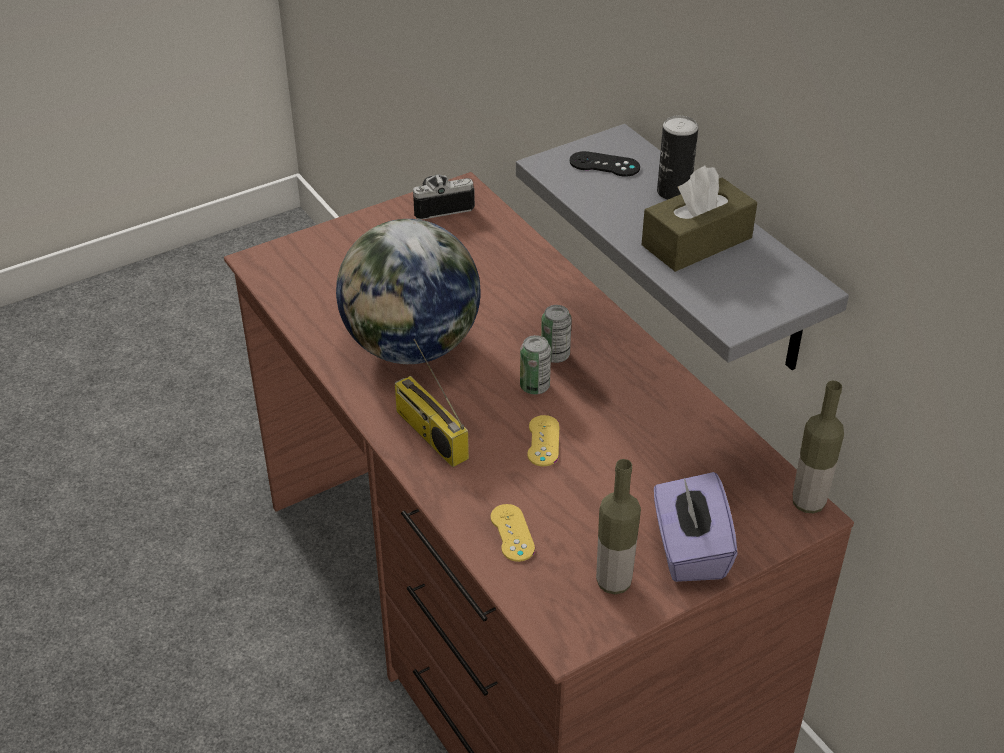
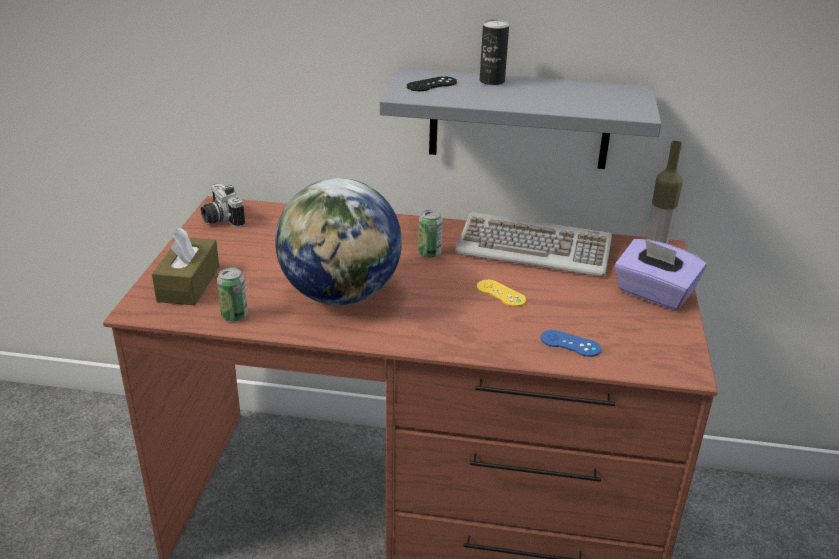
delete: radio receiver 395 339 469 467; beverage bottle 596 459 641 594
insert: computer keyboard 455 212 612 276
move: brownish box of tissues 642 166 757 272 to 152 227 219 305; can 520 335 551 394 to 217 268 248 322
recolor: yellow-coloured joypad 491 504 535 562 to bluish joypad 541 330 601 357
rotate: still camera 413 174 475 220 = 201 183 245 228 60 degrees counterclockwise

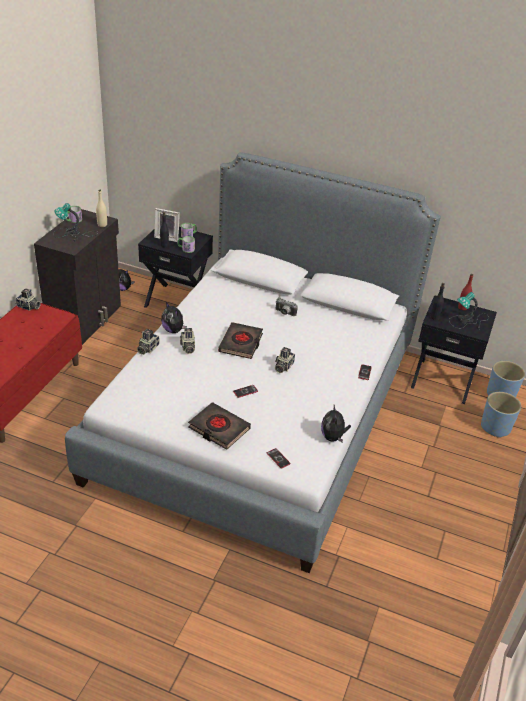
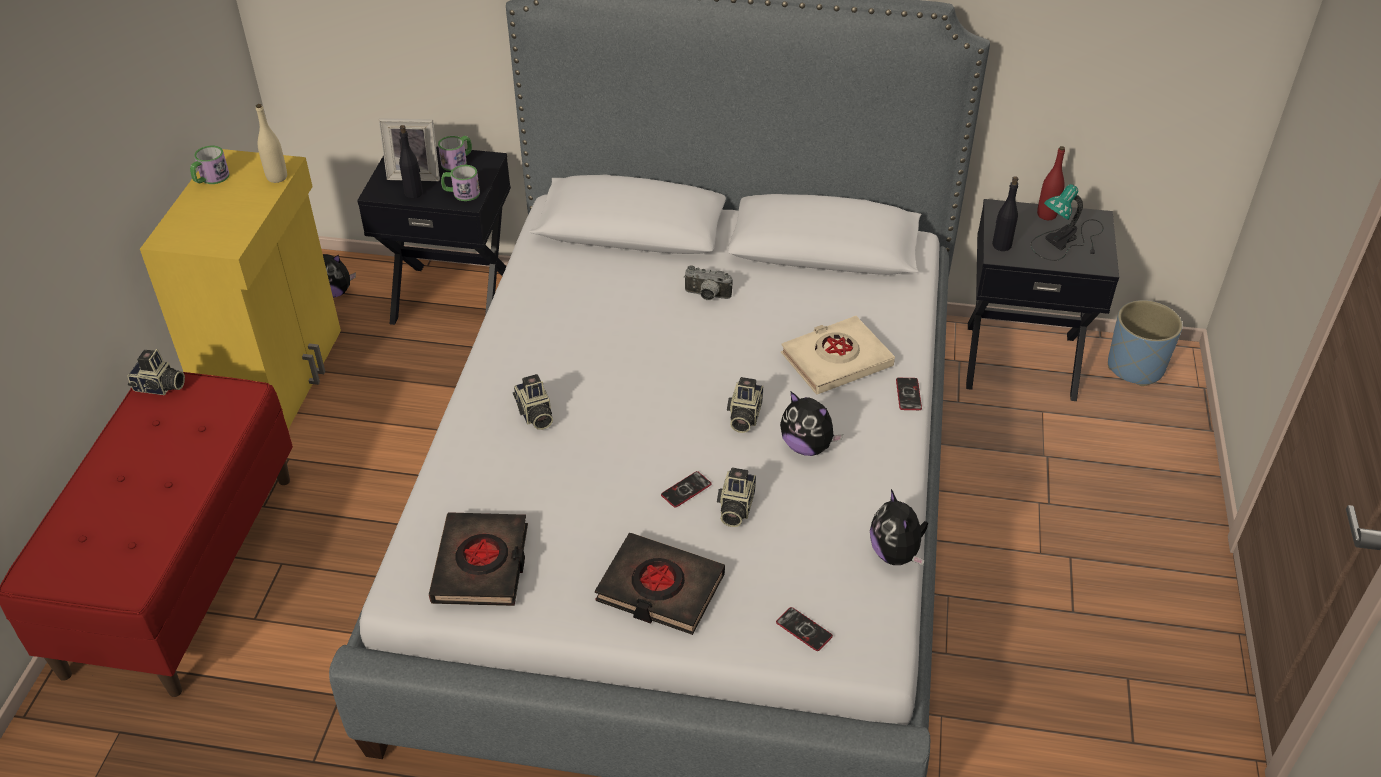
delete: lamp for a table 53 203 97 242; bluish planter 481 392 521 438
insert: beige-coloured bound book 781 316 895 394
move: cuddly toy 161 302 187 333 to 780 392 843 456; black bound book 218 322 263 359 to 429 512 528 606; still camera 137 329 159 355 to 717 467 756 527
recolor: black cupboard 34 209 121 345 to yellow-coloured cupboard 140 149 341 429

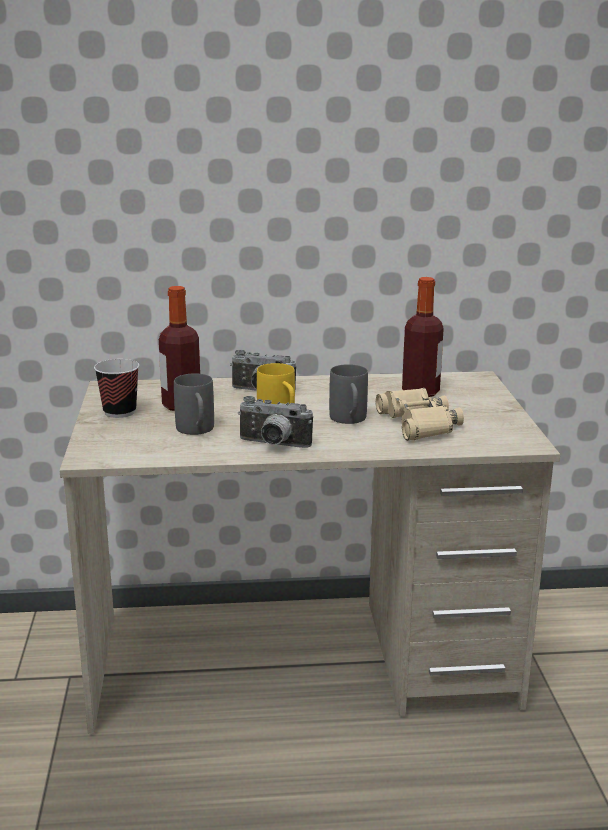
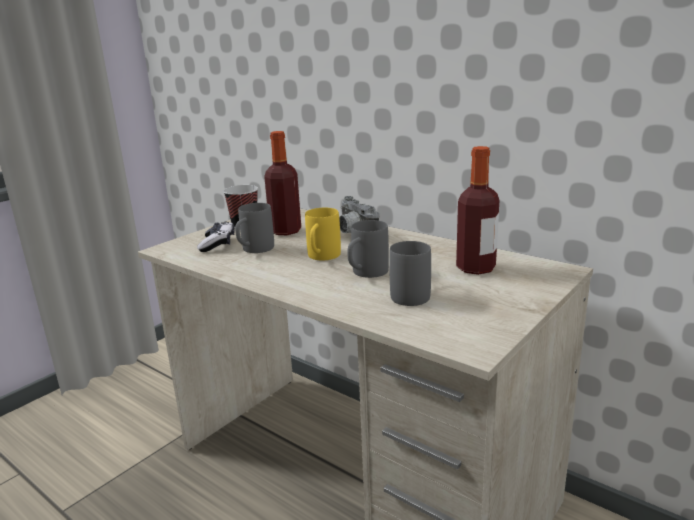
delete: still camera 238 396 313 448
insert: joypad 197 221 235 252
replace: beige-coloured binoculars 375 388 464 441 to greyish coffee mug 389 241 431 306

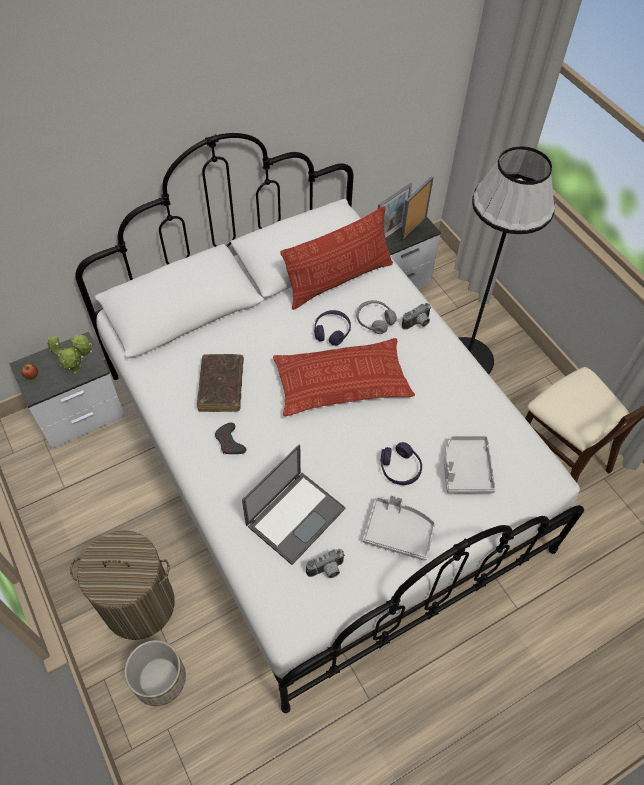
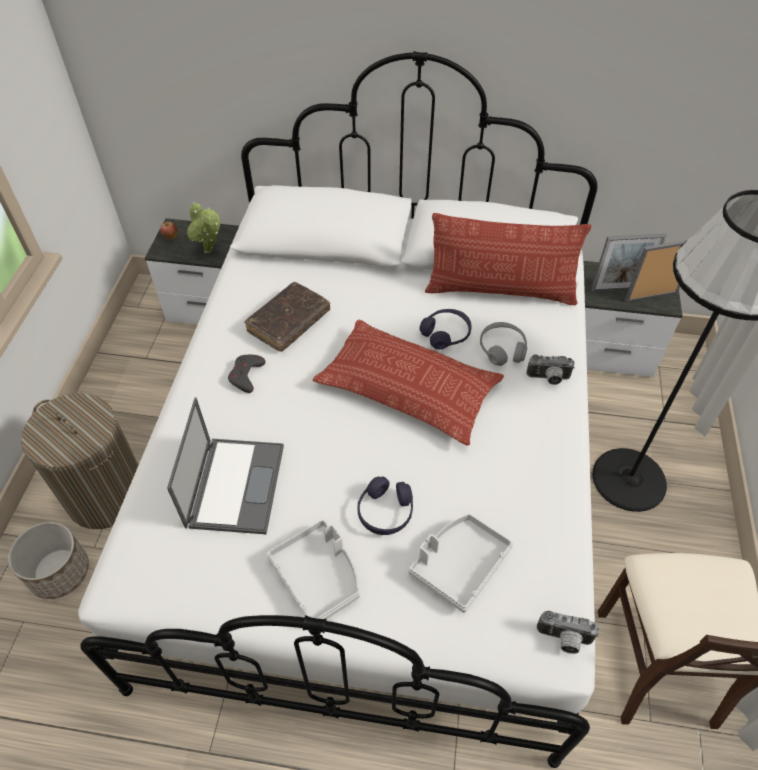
move: still camera 306 549 345 578 to 537 611 600 654
rotate: portable computer 242 444 346 565 = 167 397 284 534 75 degrees counterclockwise

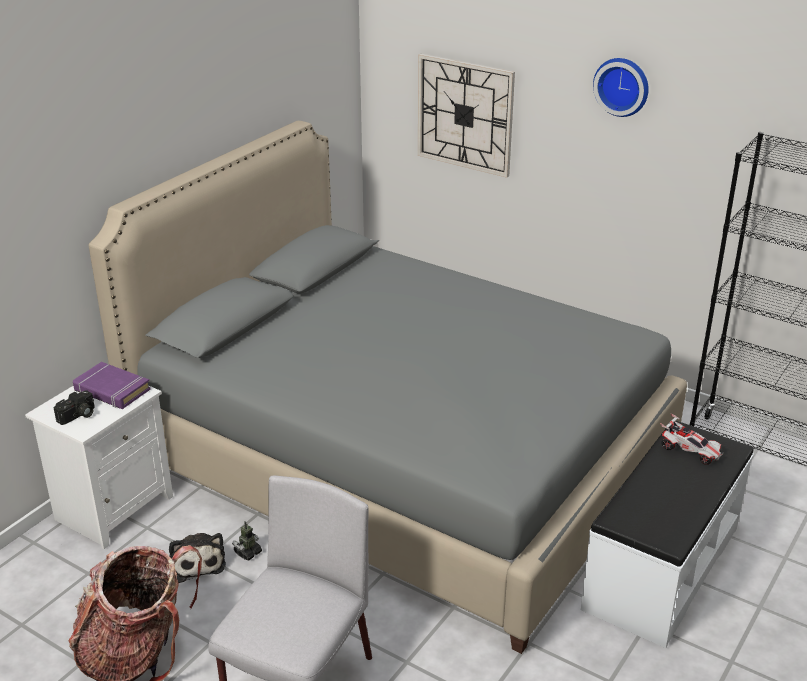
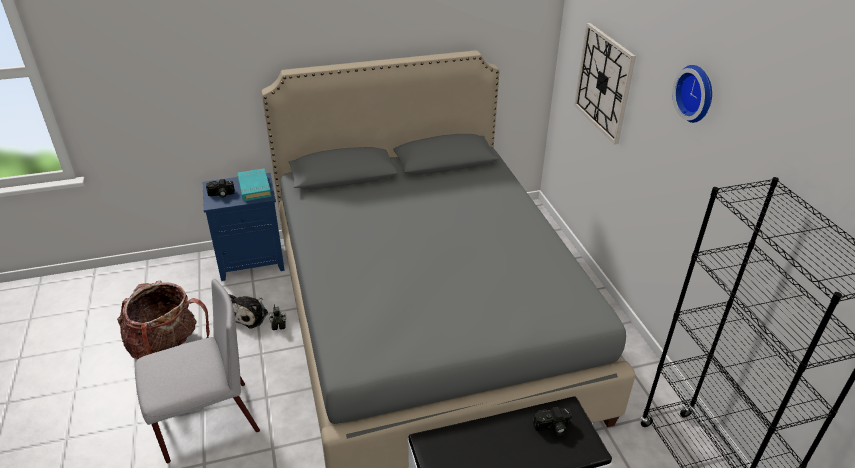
replace: model car 660 413 723 465 to still camera 533 407 572 436
recolor: purple bound book 73 362 151 409 to blue-green bound book 237 169 272 201; whitish nightstand 25 385 173 549 to bluish nightstand 203 173 285 281

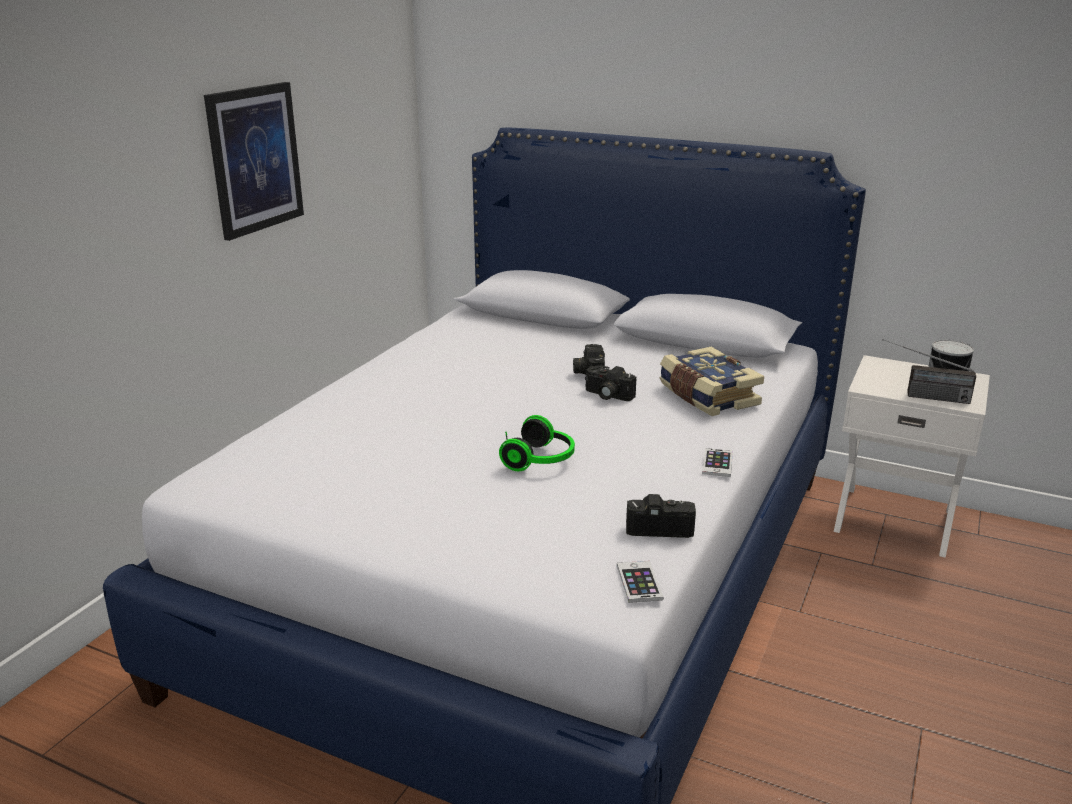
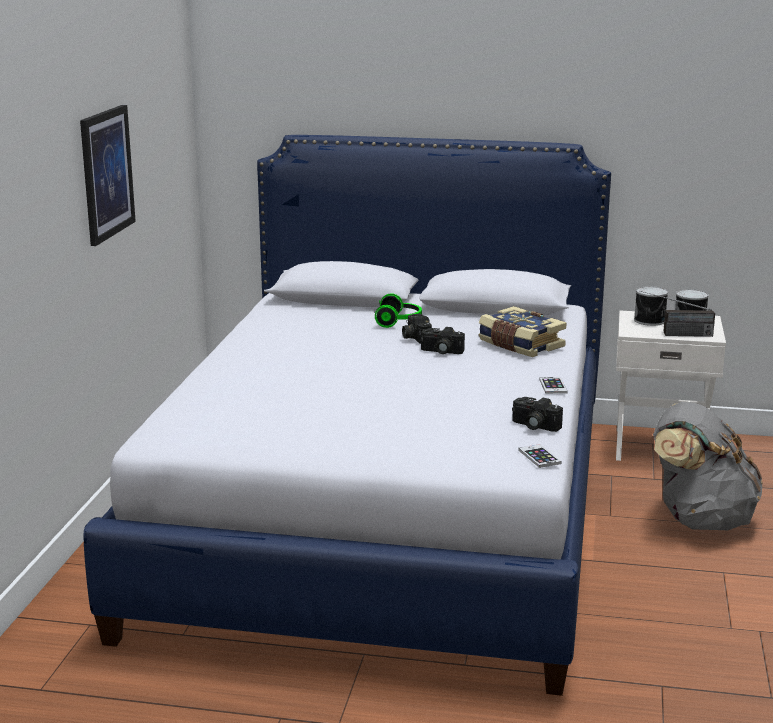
insert: can 634 286 668 326; greyish backpack 653 402 763 530
move: headset 499 415 575 471 to 375 293 422 328
rotate: still camera 626 494 696 538 = 512 397 563 432 135 degrees counterclockwise

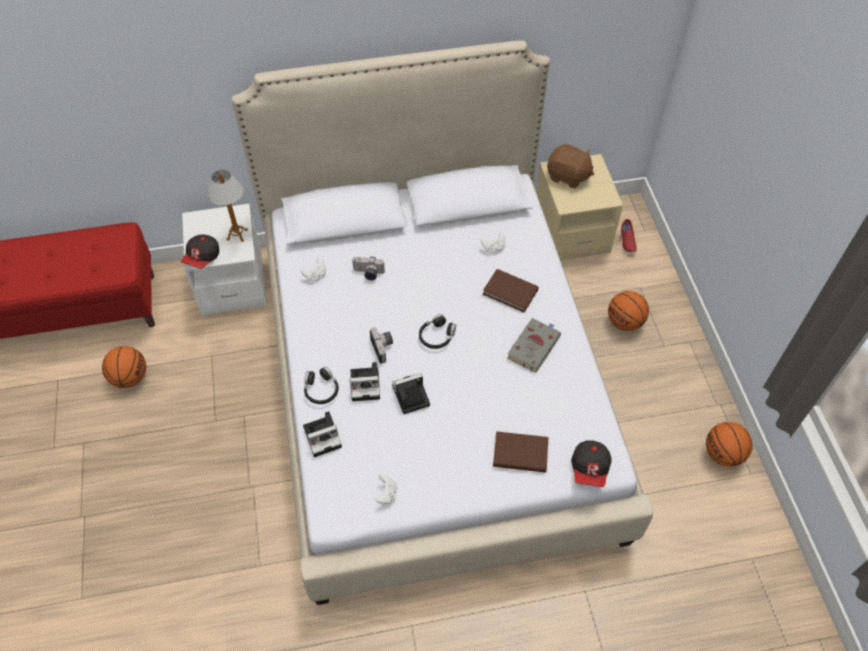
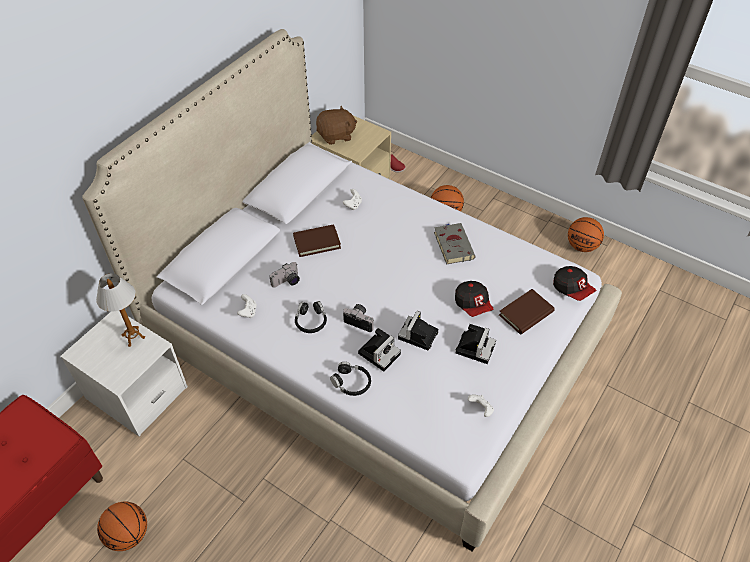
move: cap 181 235 219 269 to 455 281 494 317; brownish bound book 483 269 539 313 to 293 224 341 257; black headset 419 314 456 349 to 295 301 327 333; still camera 303 411 342 457 to 455 324 496 364

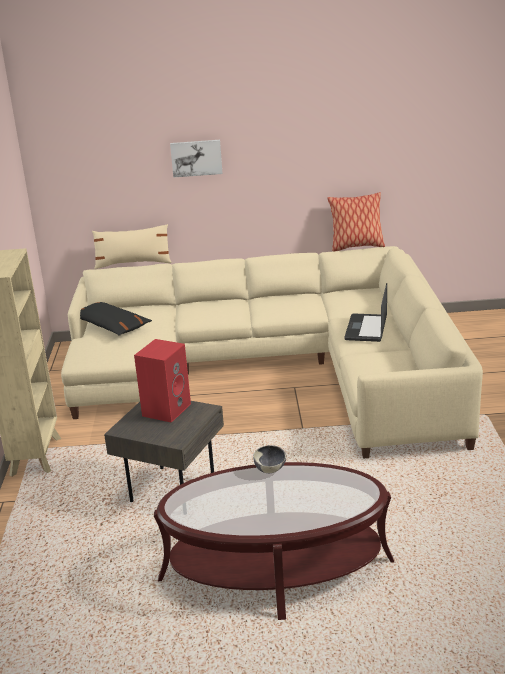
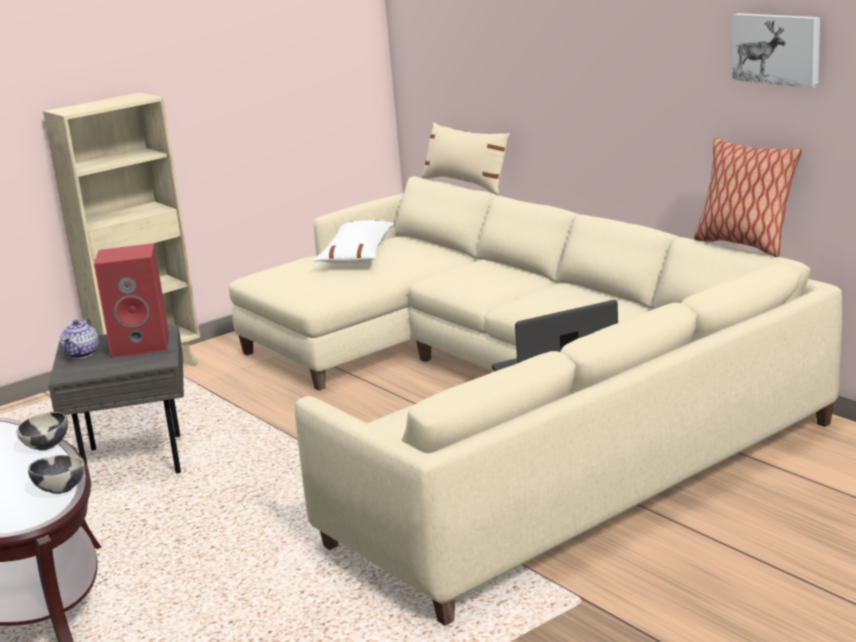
insert: pot for tea 60 318 99 359; deep dish 28 455 84 494
move: wall picture 170 140 223 178 to 732 13 820 88
recolor: black throw pillow 80 302 152 336 to whitish throw pillow 314 220 394 264

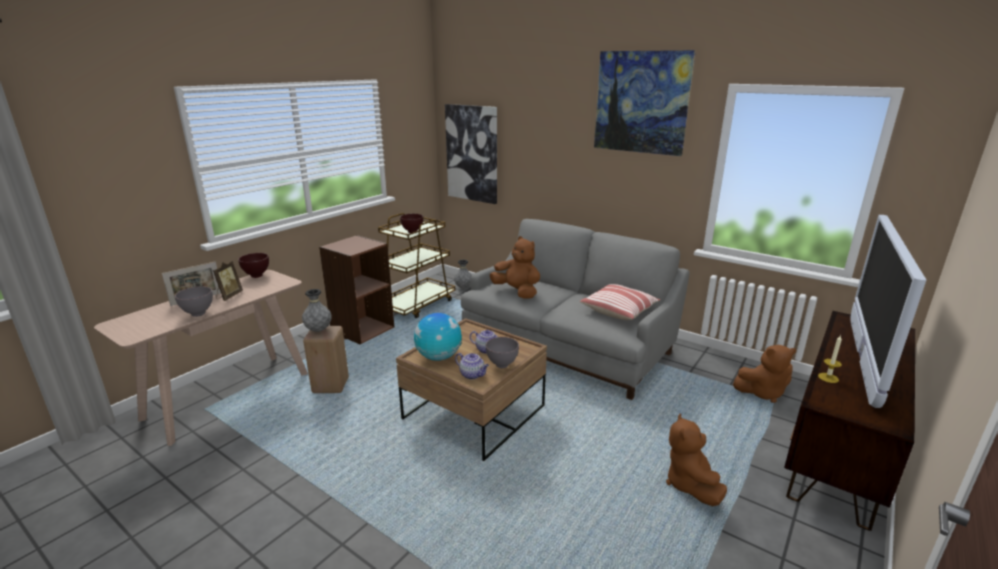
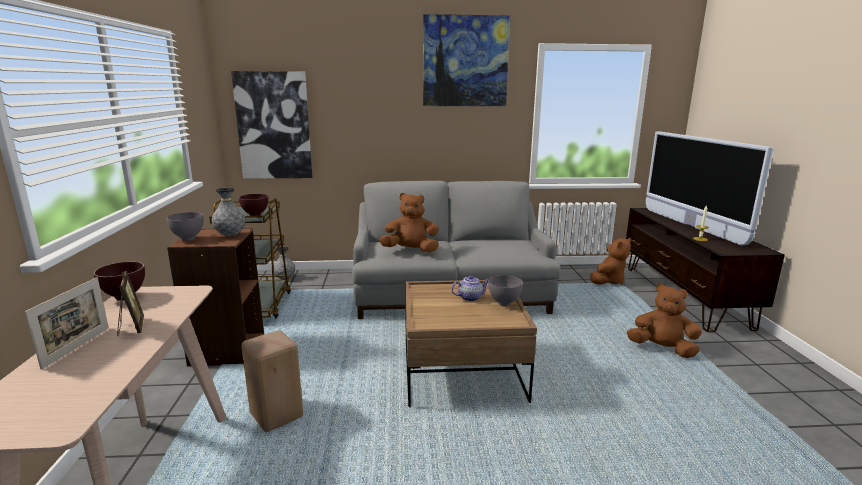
delete: throw pillow 580 284 660 320; desk globe 414 313 462 361; pot for tea 455 353 489 379
move: greyish deep dish 175 286 213 317 to 166 212 204 241; greyish flower vase 302 289 332 332 to 212 188 246 236
rotate: brownish cuddly toy 666 414 727 506 = 627 284 702 358 150 degrees clockwise

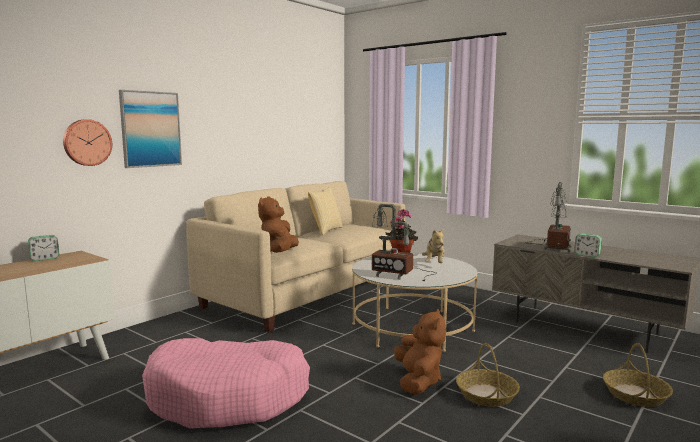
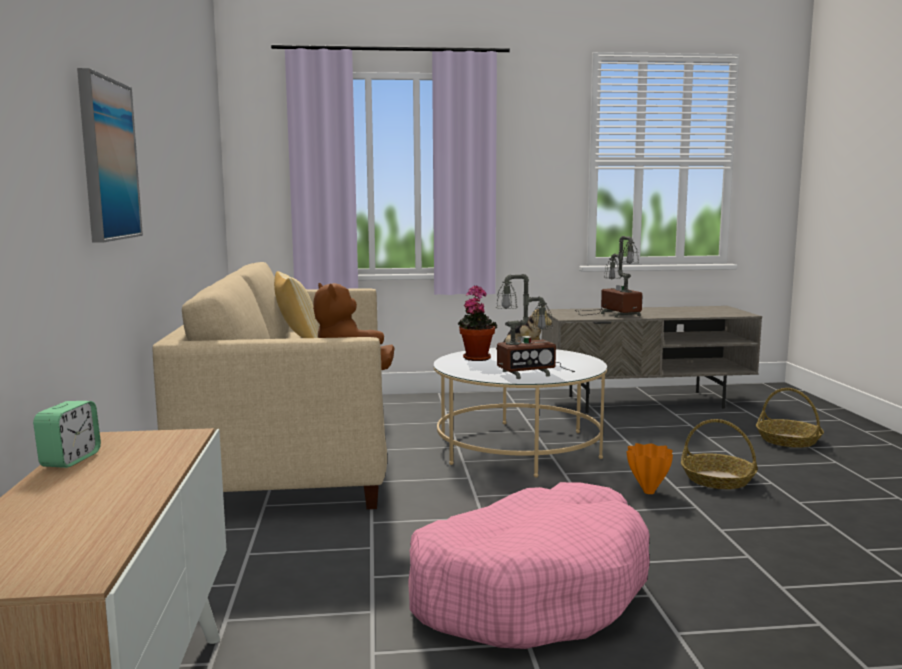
delete: clock on the wall 63 119 112 166; alarm clock 574 233 602 257
replace: brownish cuddly toy 394 308 446 395 to orange-coloured flower vase 626 443 673 494

